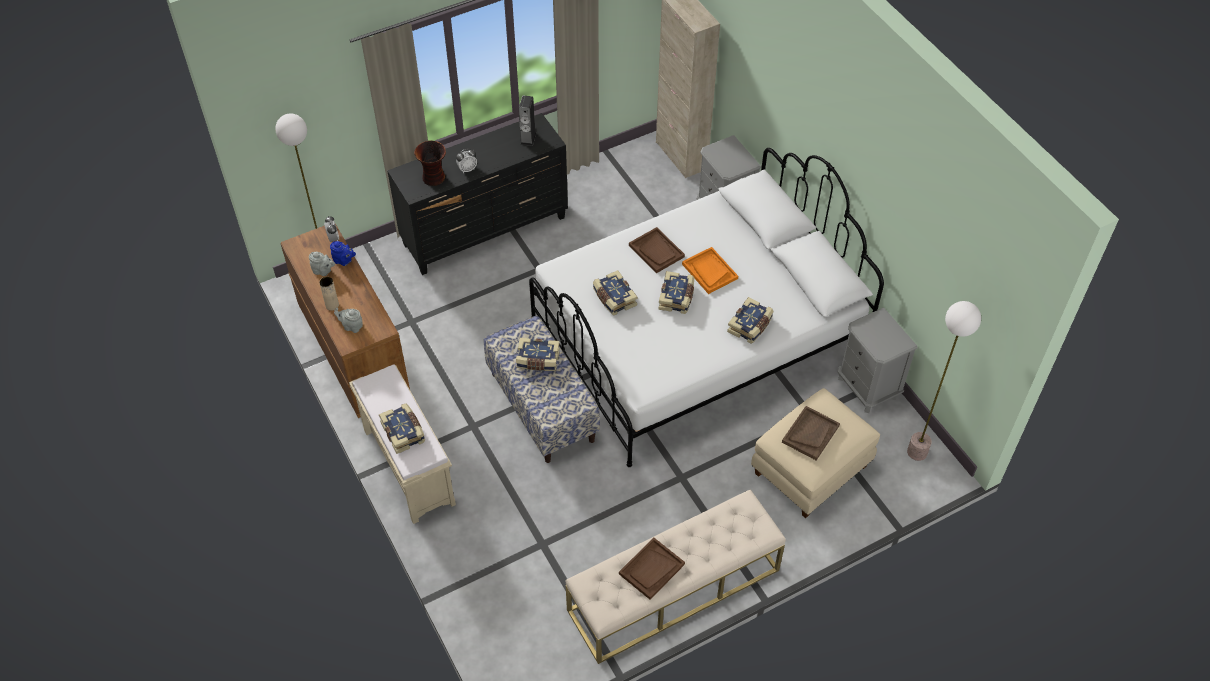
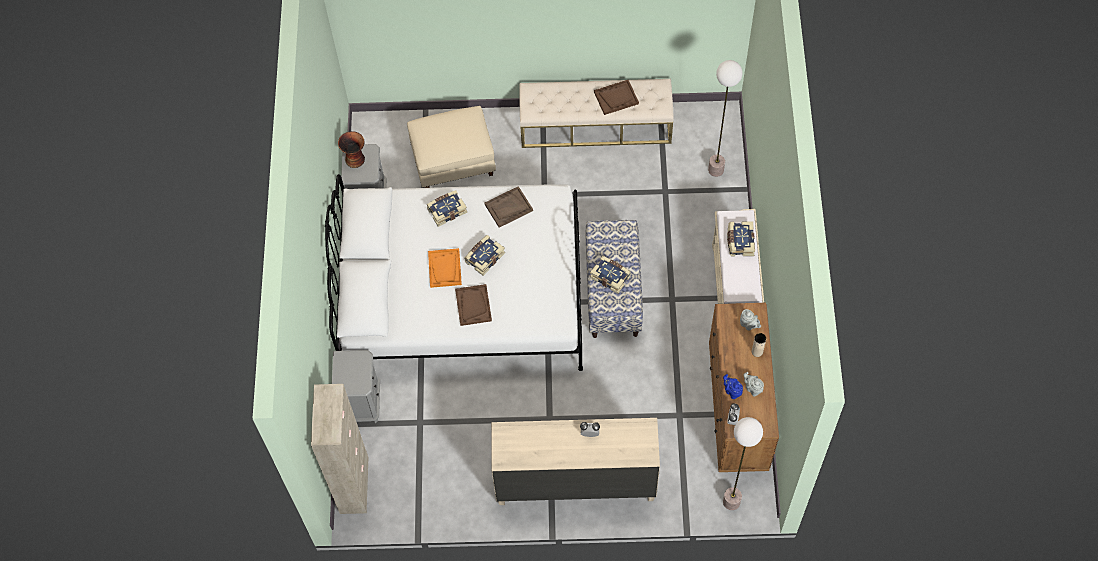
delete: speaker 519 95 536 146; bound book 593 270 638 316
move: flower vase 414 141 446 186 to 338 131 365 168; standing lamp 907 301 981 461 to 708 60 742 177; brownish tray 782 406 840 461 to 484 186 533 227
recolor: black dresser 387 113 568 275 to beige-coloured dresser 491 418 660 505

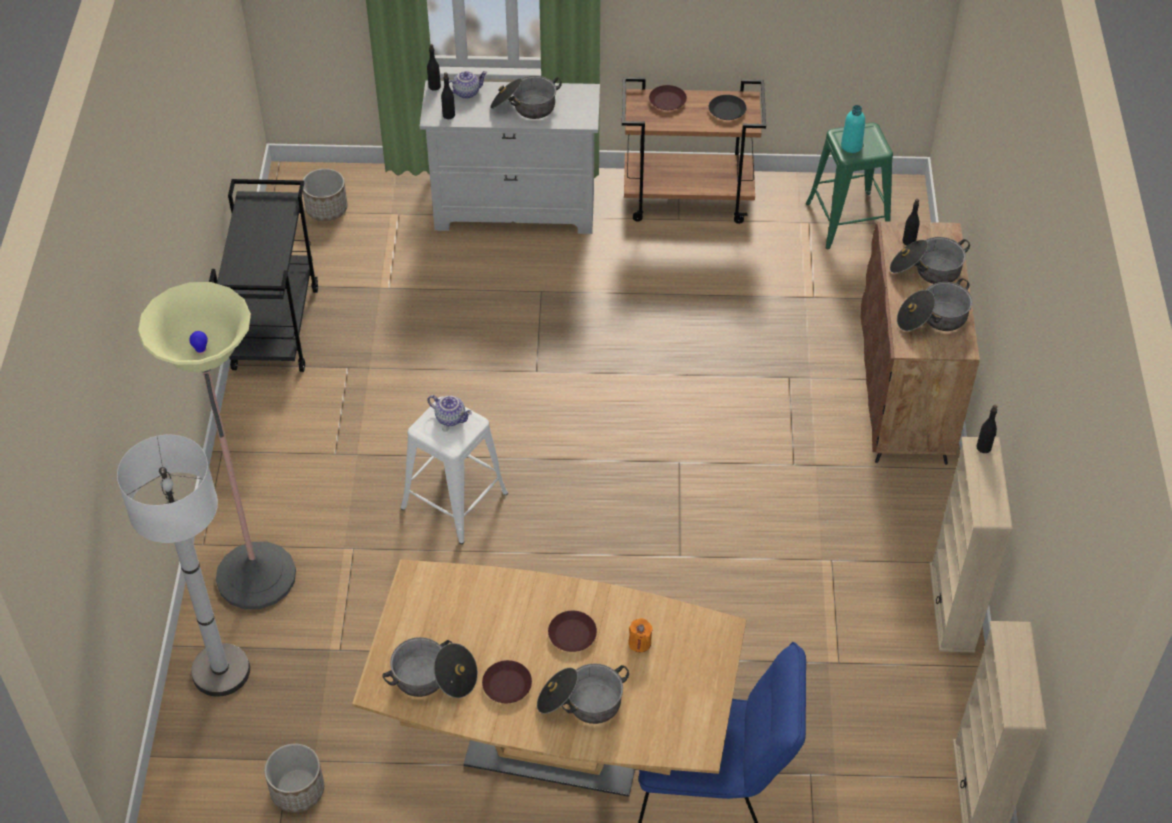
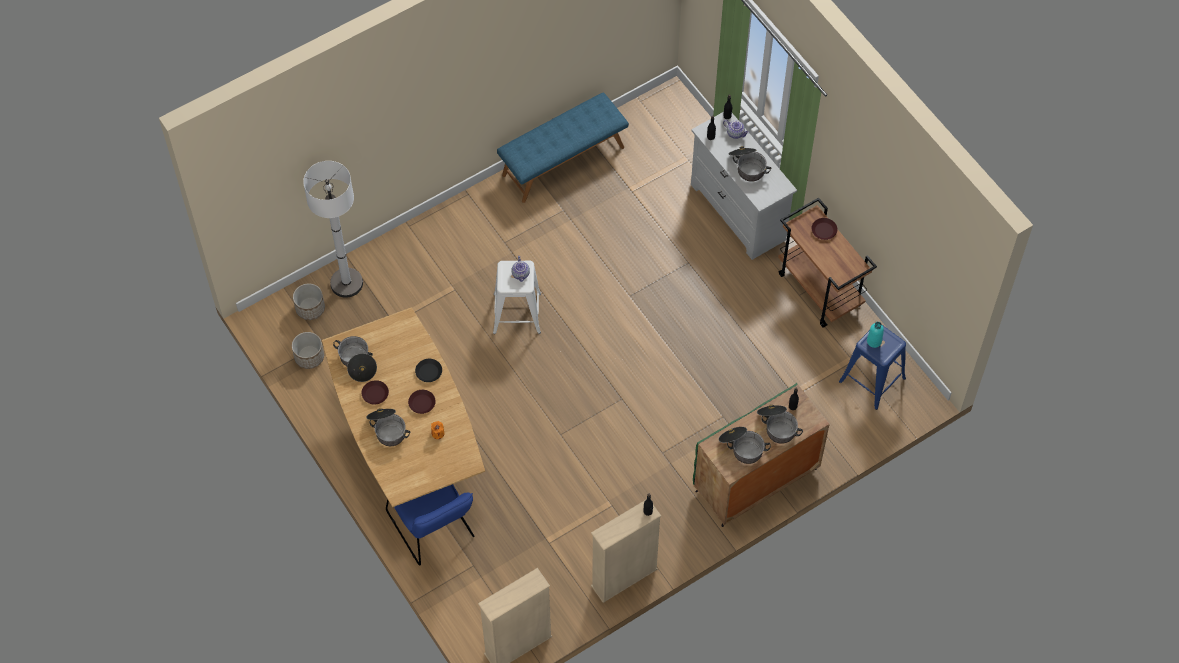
delete: standing lamp 137 282 296 609
move: black flat dish 709 95 747 120 to 415 359 442 382; planter 303 168 348 221 to 293 283 325 320
replace: black wheeled cart 209 179 318 372 to bluish indoor bench 497 92 629 203
recolor: green sitting stool 806 122 893 249 to bluish sitting stool 839 324 906 410; brownish cupboard 861 221 980 465 to green cupboard 693 383 829 527

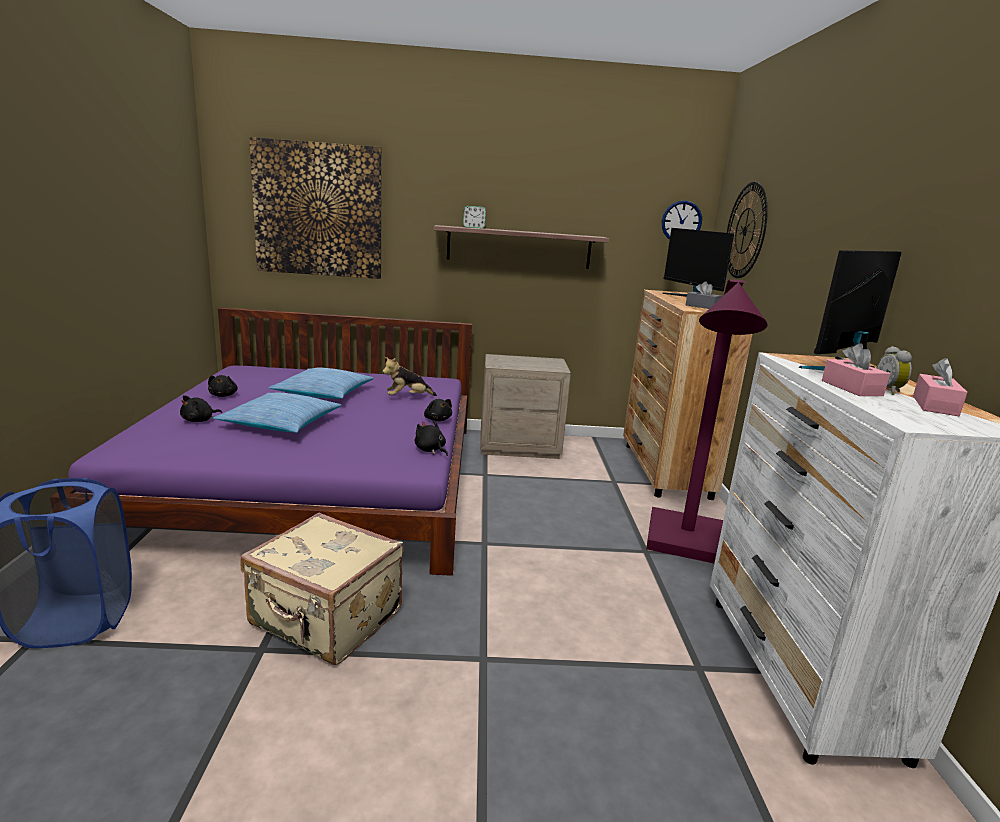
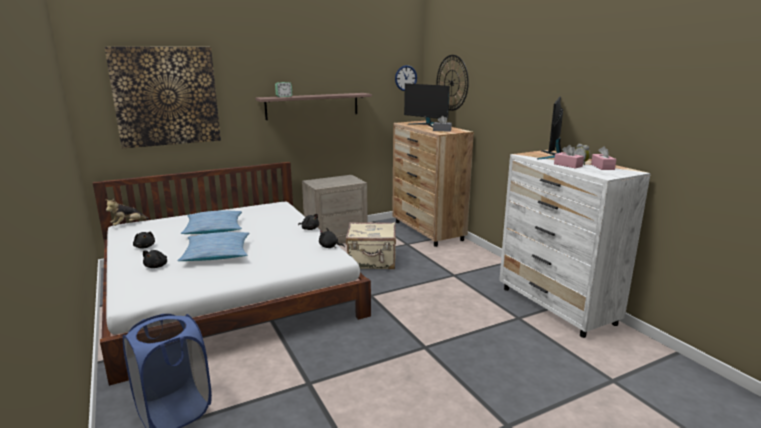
delete: purple standing lamp 646 279 768 563
move: cuddly toy 382 357 437 396 to 105 199 149 226; beige-coloured suitcase 240 513 404 665 to 346 222 396 269
recolor: purple sleeping bed 68 307 472 576 to whitish sleeping bed 93 162 371 386

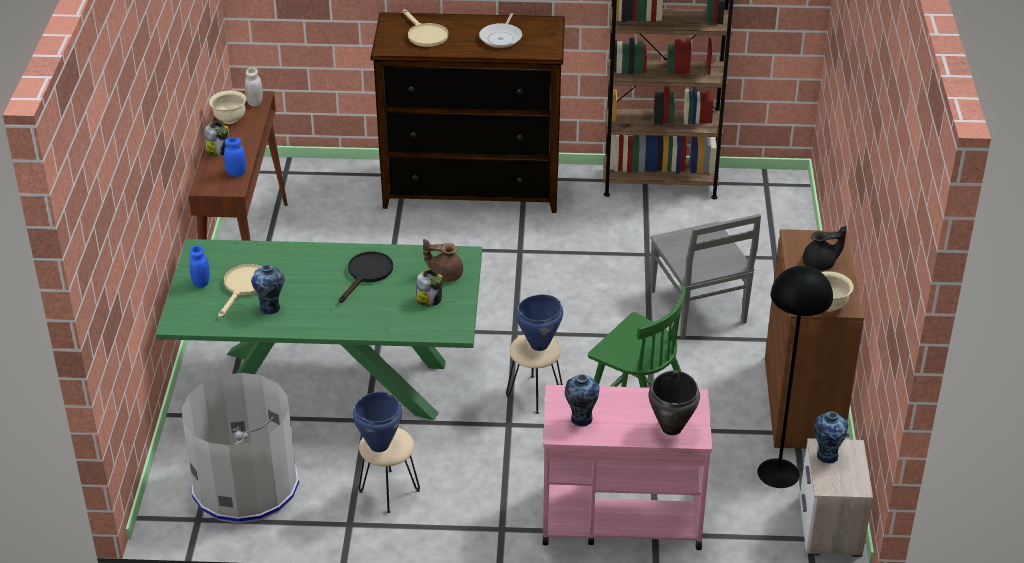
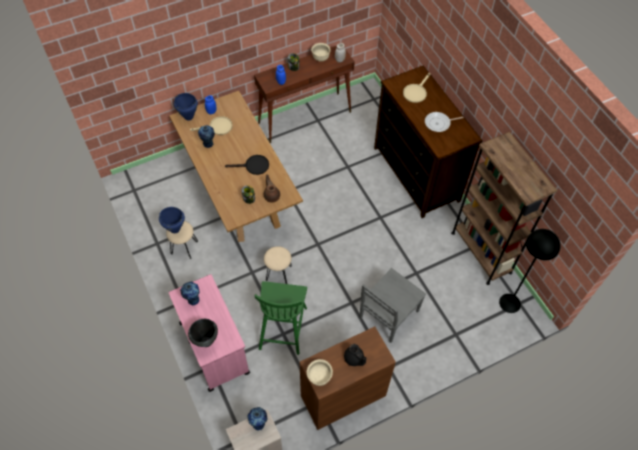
delete: greyish trash can 182 373 299 523
move: black standing lamp 757 266 833 488 to 499 229 561 313; bluish saucepot 516 295 563 351 to 174 93 198 121
recolor: green dinner table 156 239 482 421 to brownish dinner table 169 91 303 242

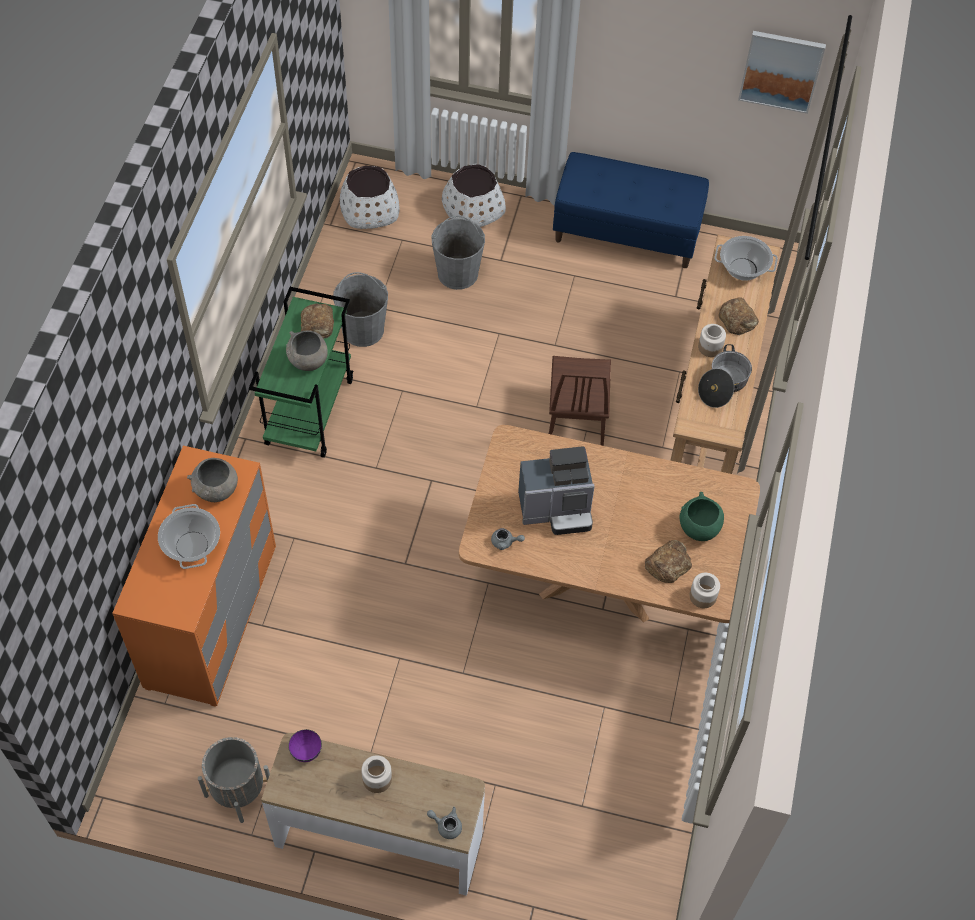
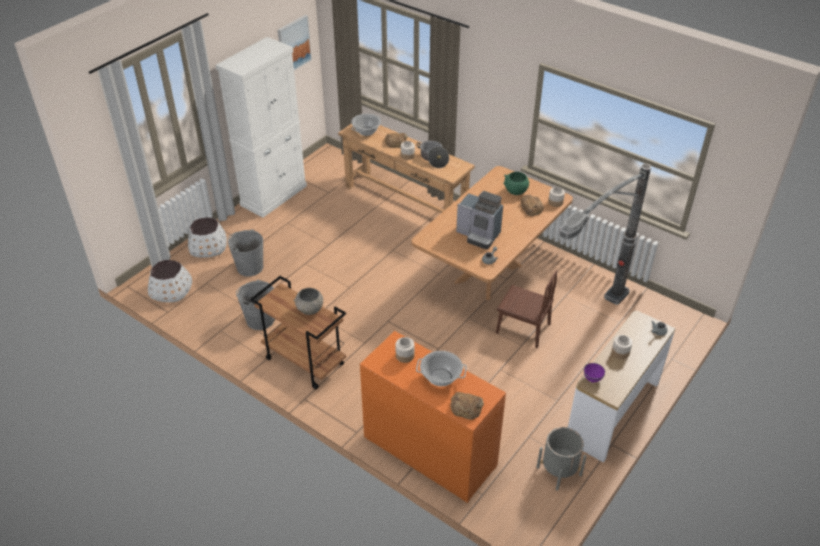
insert: standing lamp 559 164 651 305
move: bakery bread 301 304 334 339 to 450 392 484 420; brownish upright chair 549 356 611 446 to 496 270 557 348
replace: bluish indoor bench 553 152 709 268 to whitish cupboard 216 37 307 218; greyish deep dish 187 458 238 502 to jar 396 337 415 363
recolor: green wheeled cart 249 287 353 458 to brownish wheeled cart 250 276 346 389
rotate: coffee brewer 518 446 595 535 = 456 191 503 249 105 degrees clockwise

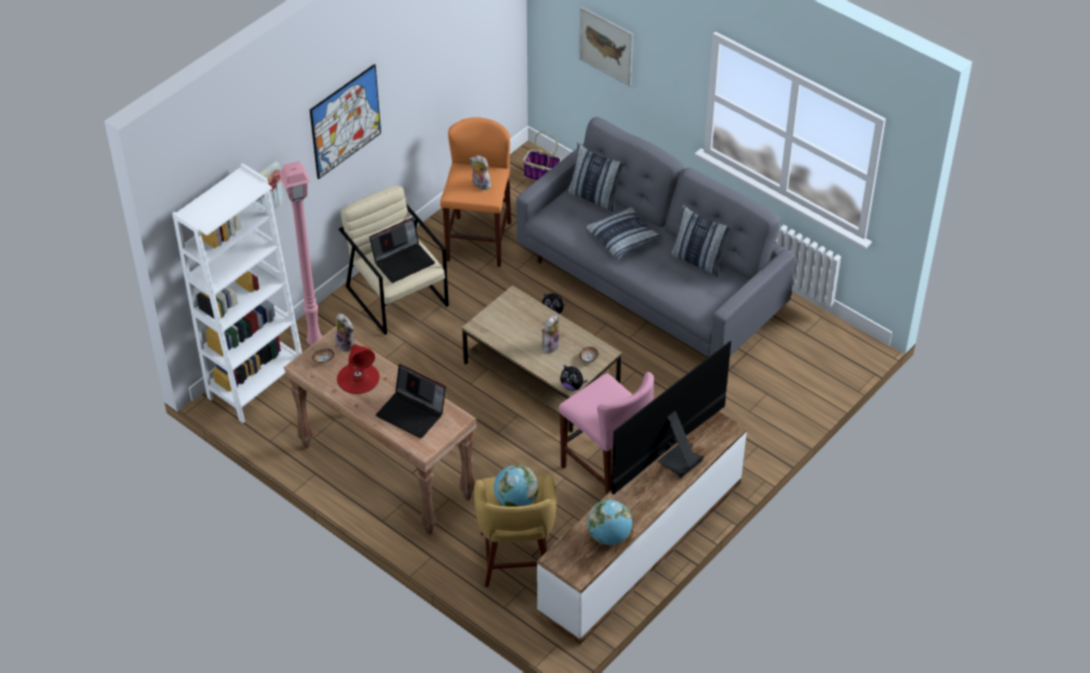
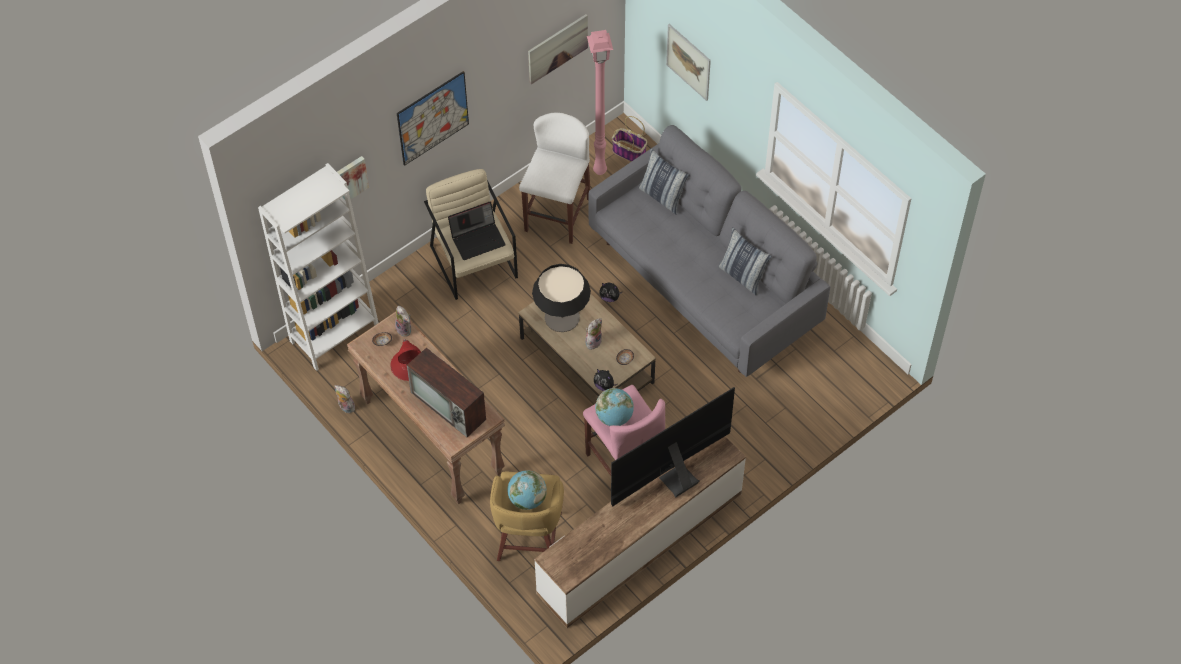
delete: throw pillow 585 206 663 260
insert: wall picture 528 14 588 84; lamp for a table 532 264 591 332
move: cuddly toy 470 156 491 190 to 335 385 355 413; pinkish standing lamp 278 161 322 346 to 587 30 613 175; desk globe 587 500 632 545 to 595 388 634 426
replace: portable computer 376 364 446 438 to television 407 348 486 437
recolor: orange-coloured sitting stool 440 117 511 267 to whitish sitting stool 519 112 590 244

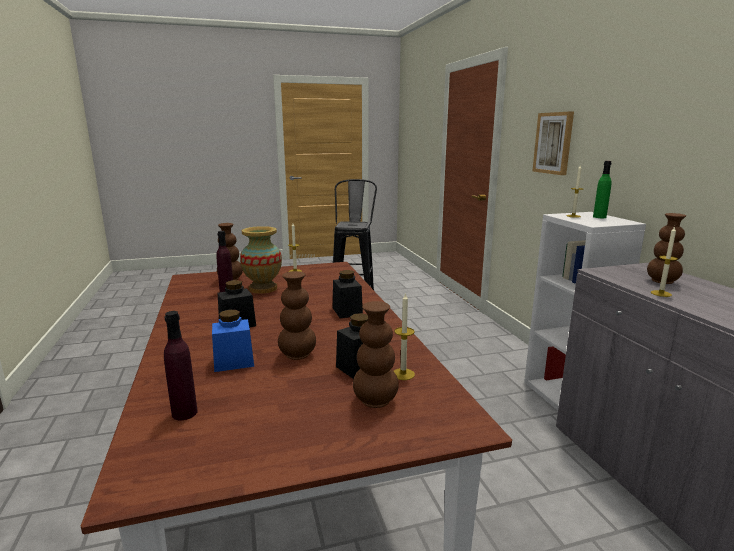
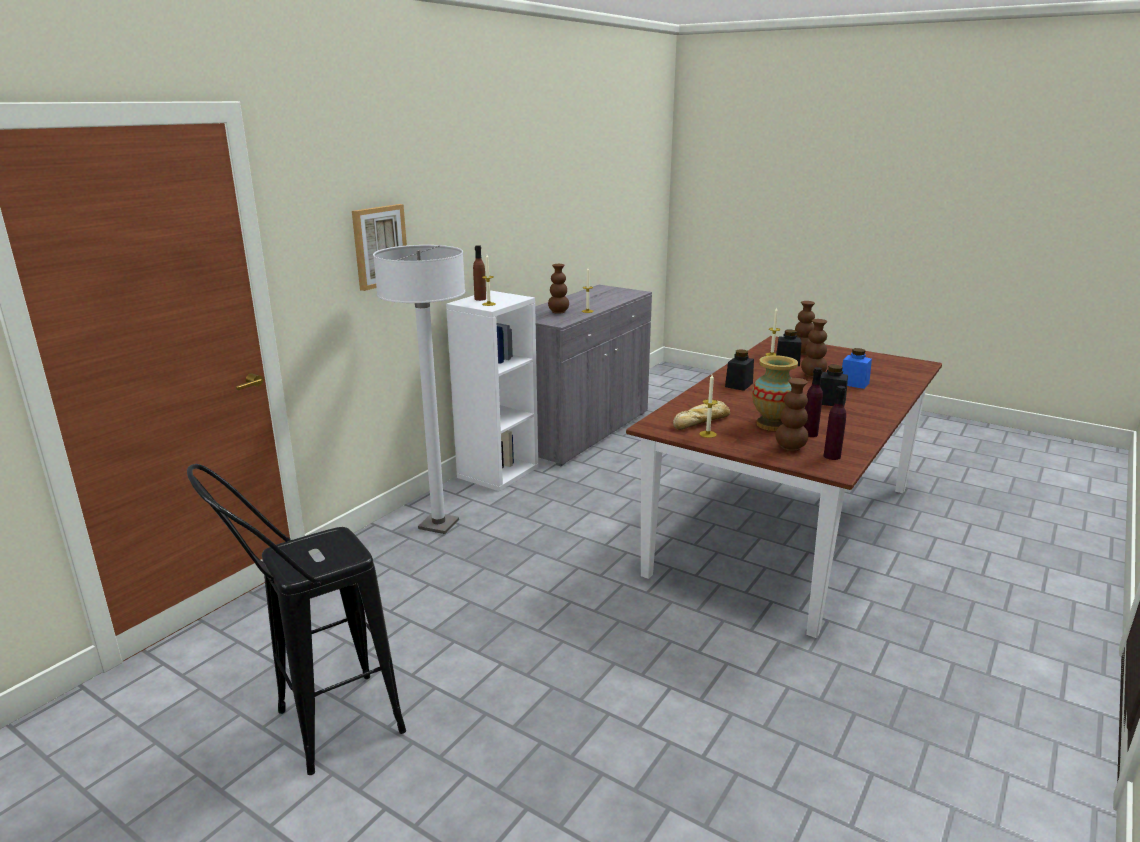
insert: whitish standing lamp 373 245 465 534; bakery bread 673 401 730 430
move: purple beverage bottle 164 311 198 420 to 823 386 846 460
recolor: green beverage bottle 593 161 611 218 to brownish beverage bottle 473 245 486 301

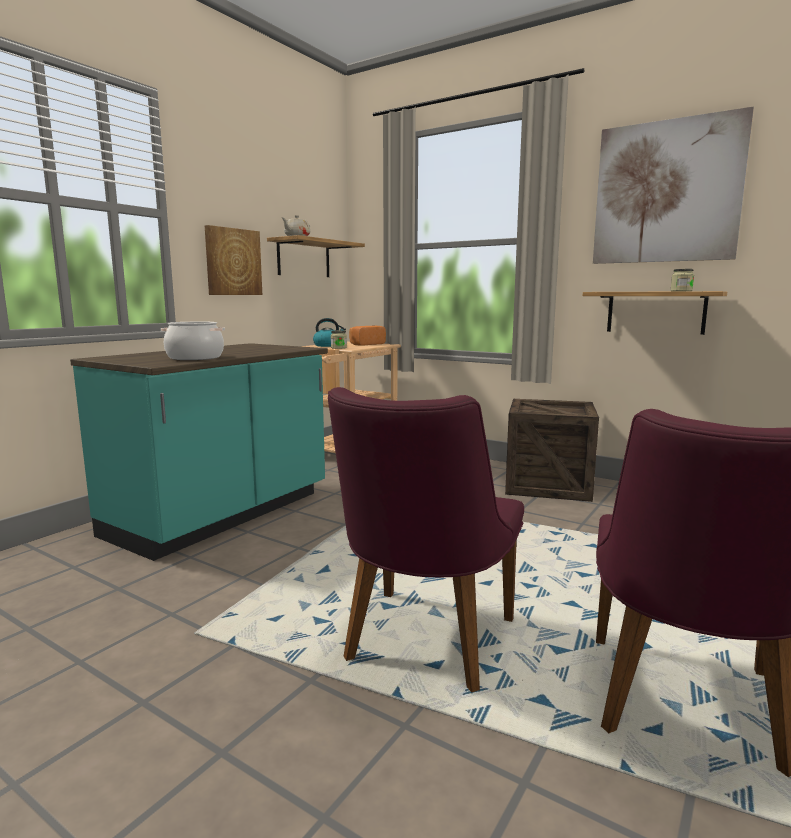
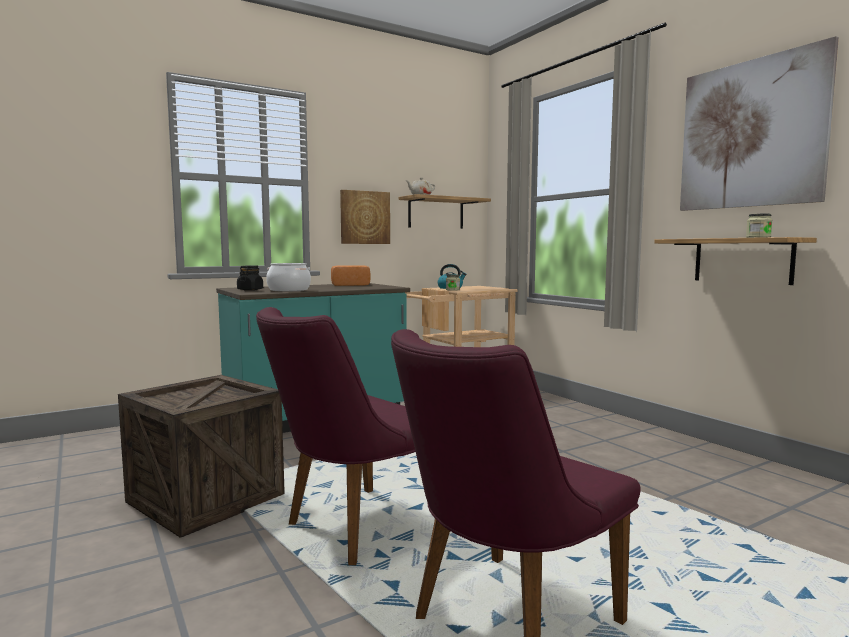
insert: black jar 237 266 263 291
move: bakery bread 349 326 386 346 to 331 265 370 286; shipping crate 505 399 599 502 to 118 375 285 538

